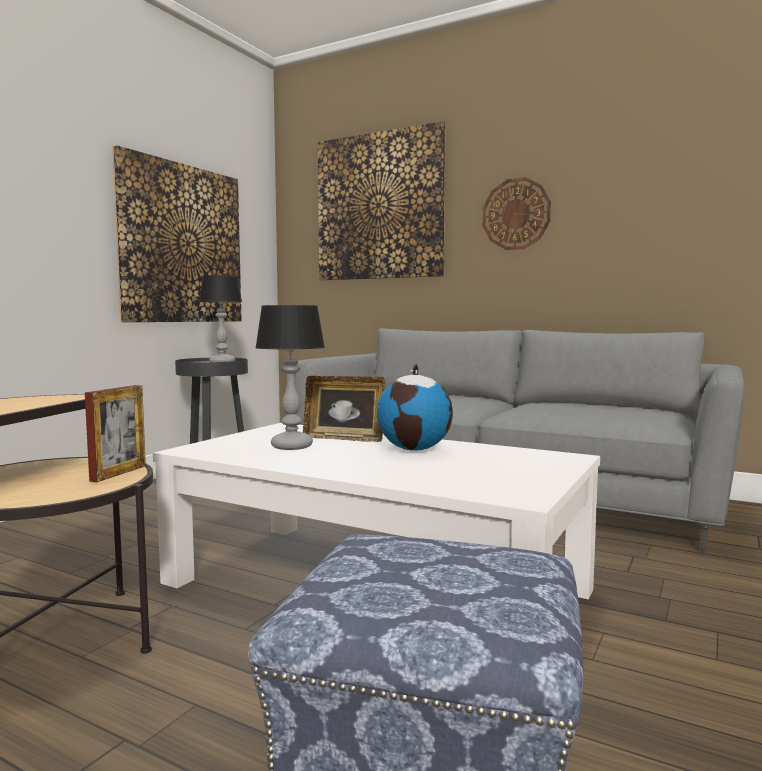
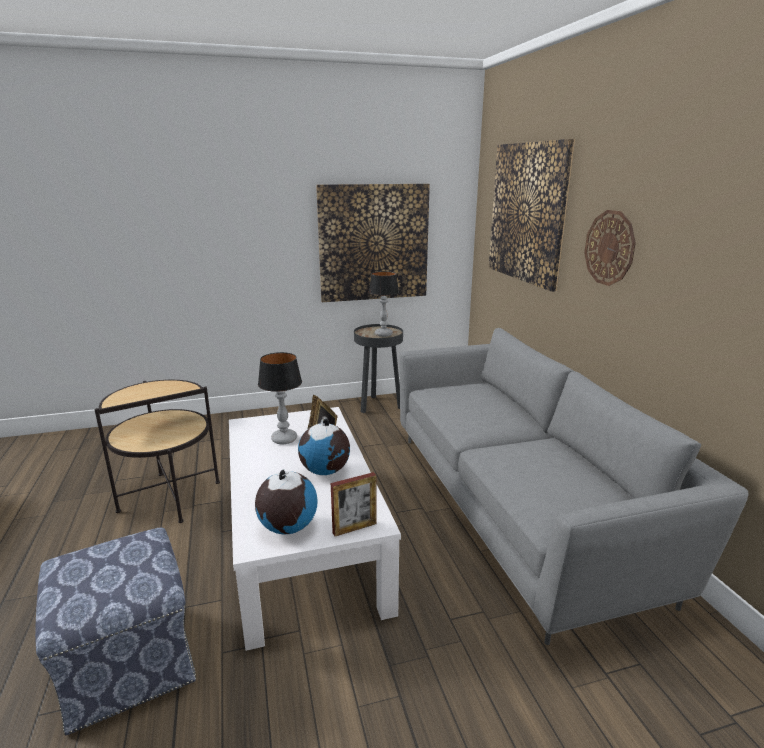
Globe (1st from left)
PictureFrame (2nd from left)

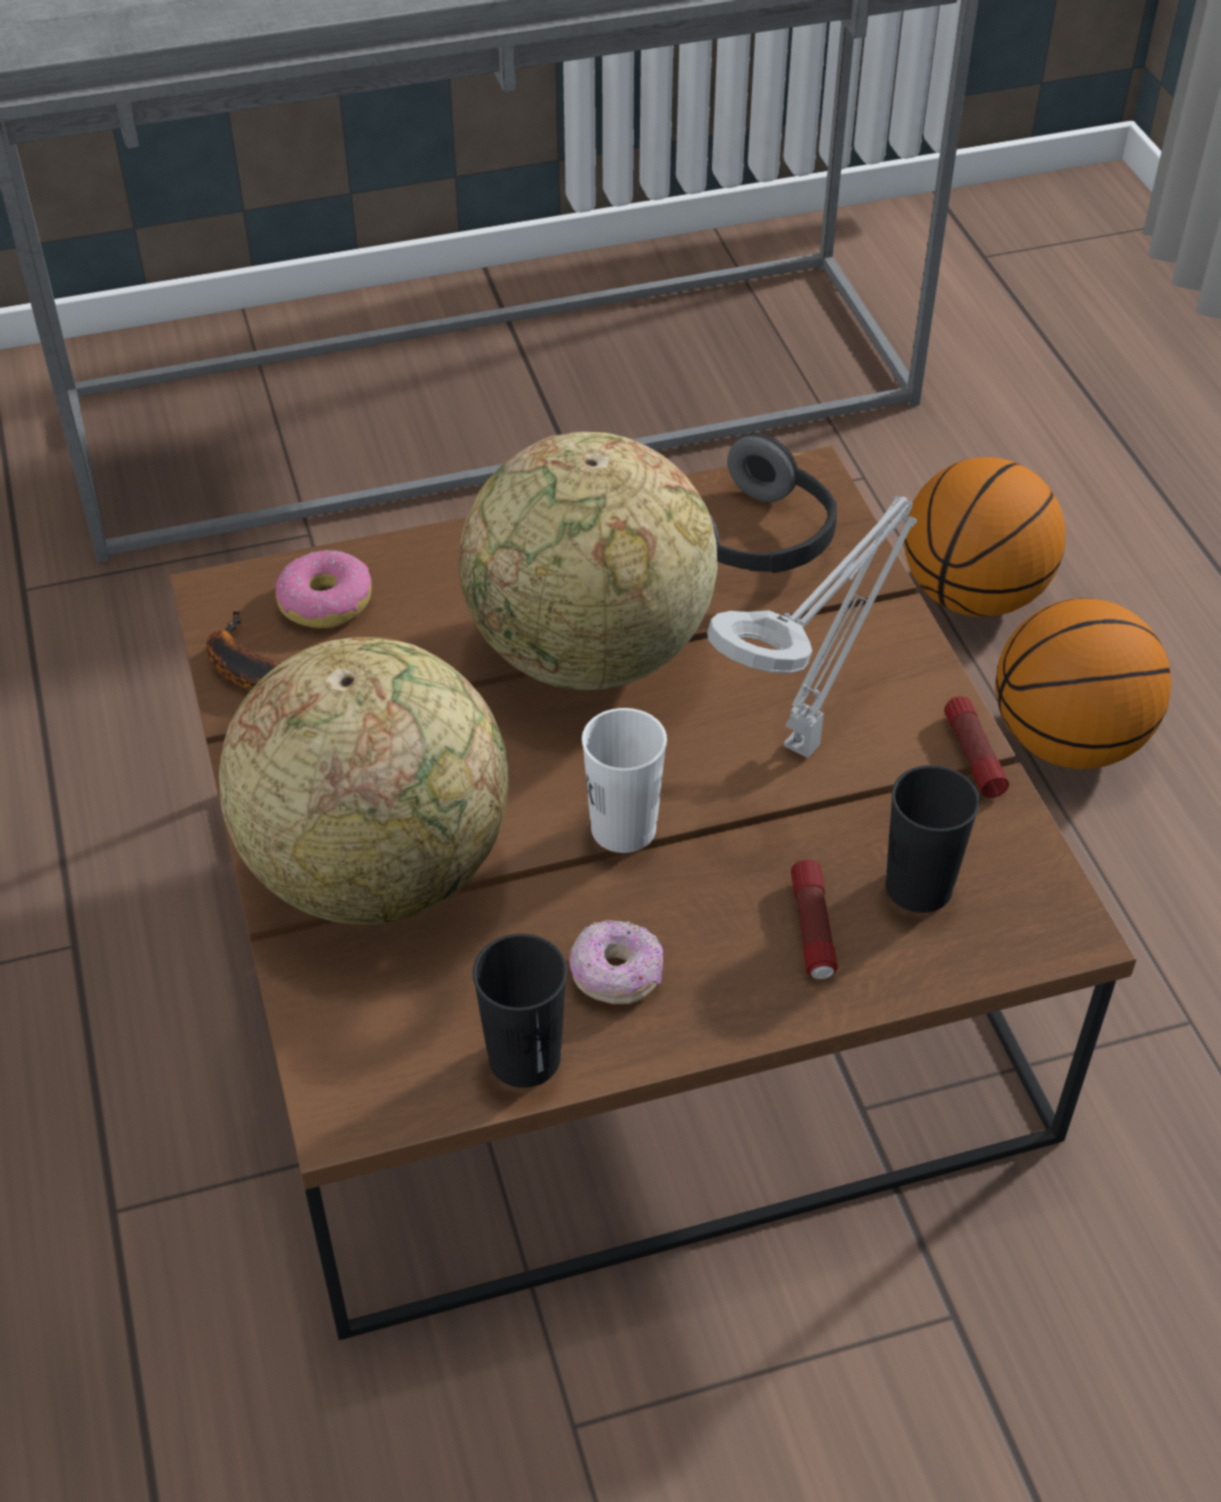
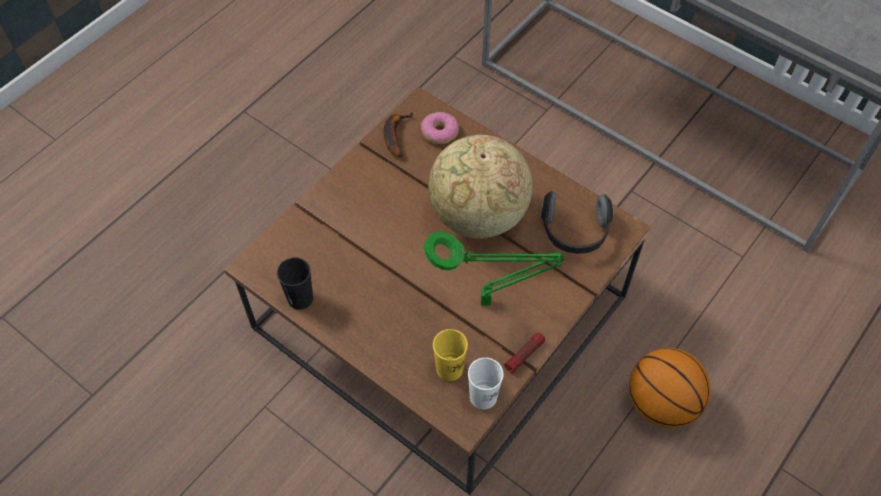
GreenTableLamp
YellowCup
WhiteCup
Globe (1st from left in the first image)
Donut (2nd from left in the first image)
Flashlight (1st from left in the first image)
Basketball (1st from left in the first image)

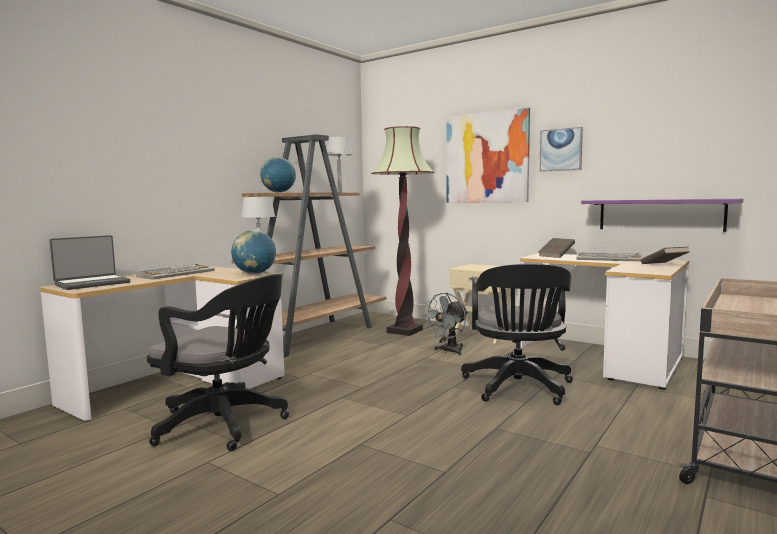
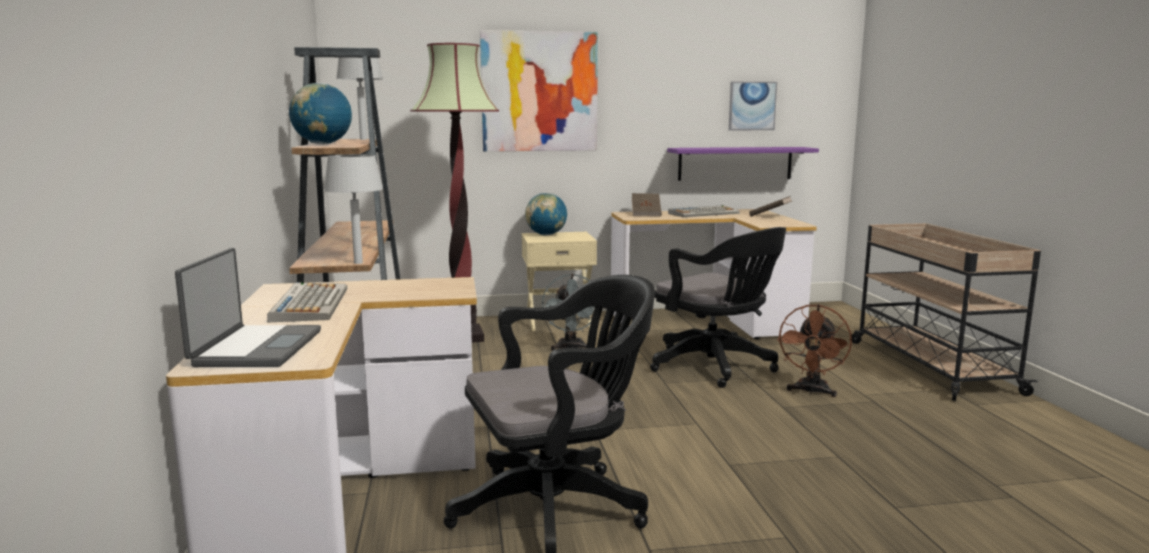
Globe (2nd from left)
Picture (2nd from left)
BrownFan

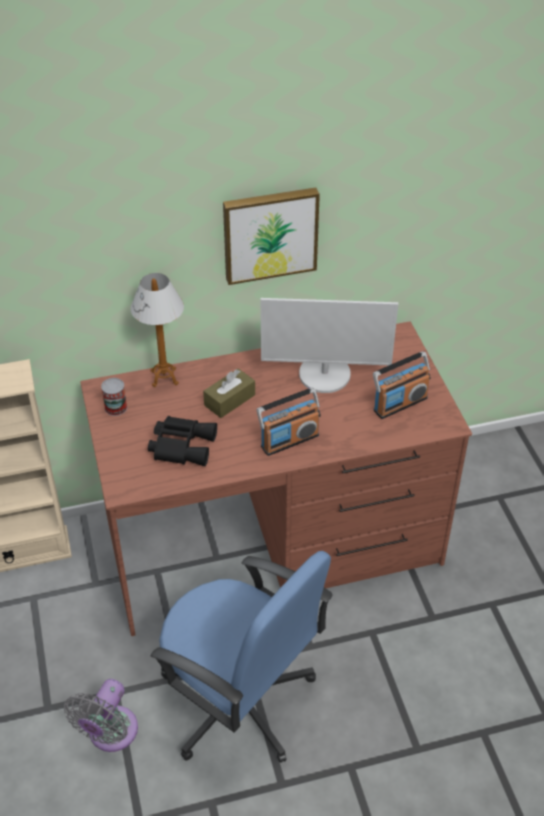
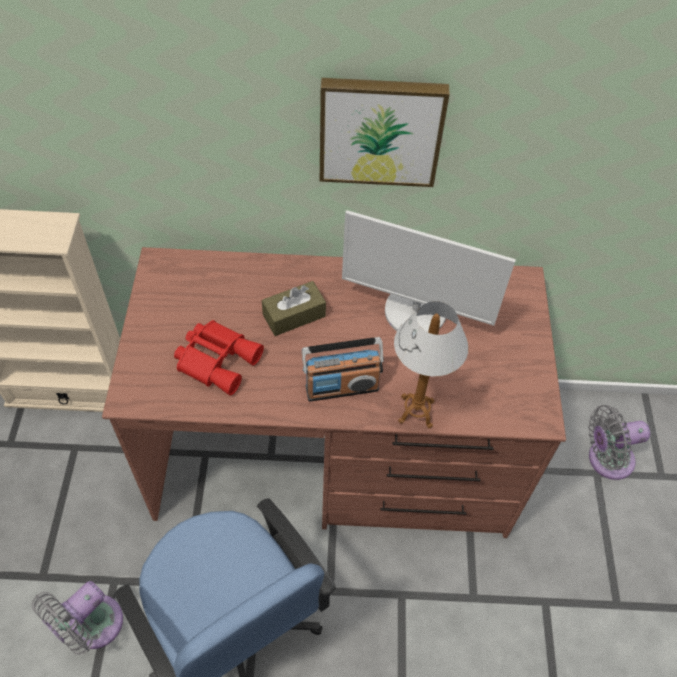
RedBinoculars
TableLamp
GreyFan (2nd from left)
Can
Radio (2nd from left in the first image)

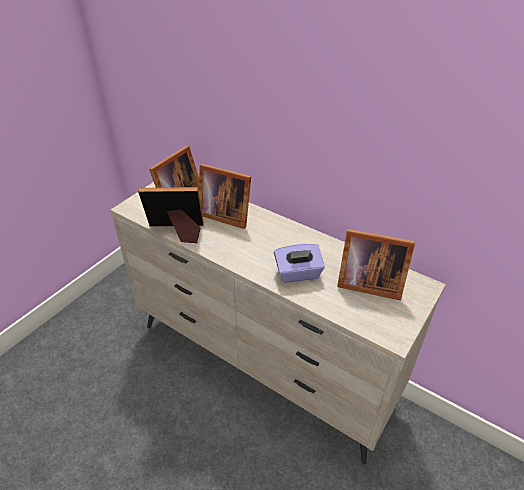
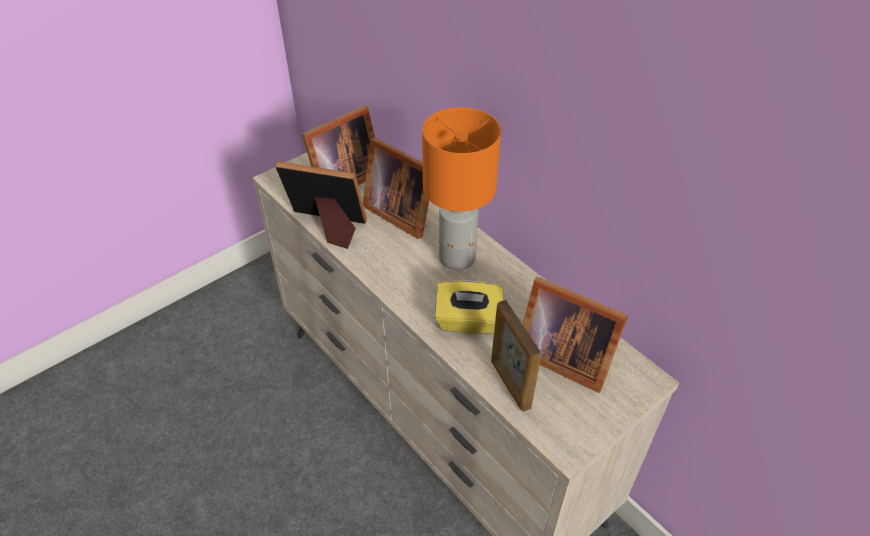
OrangeTableLamp
YellowTissueBox
PictureFrame (4th from left)

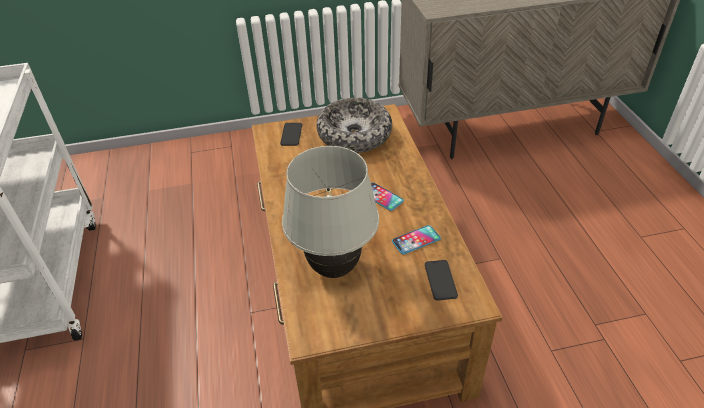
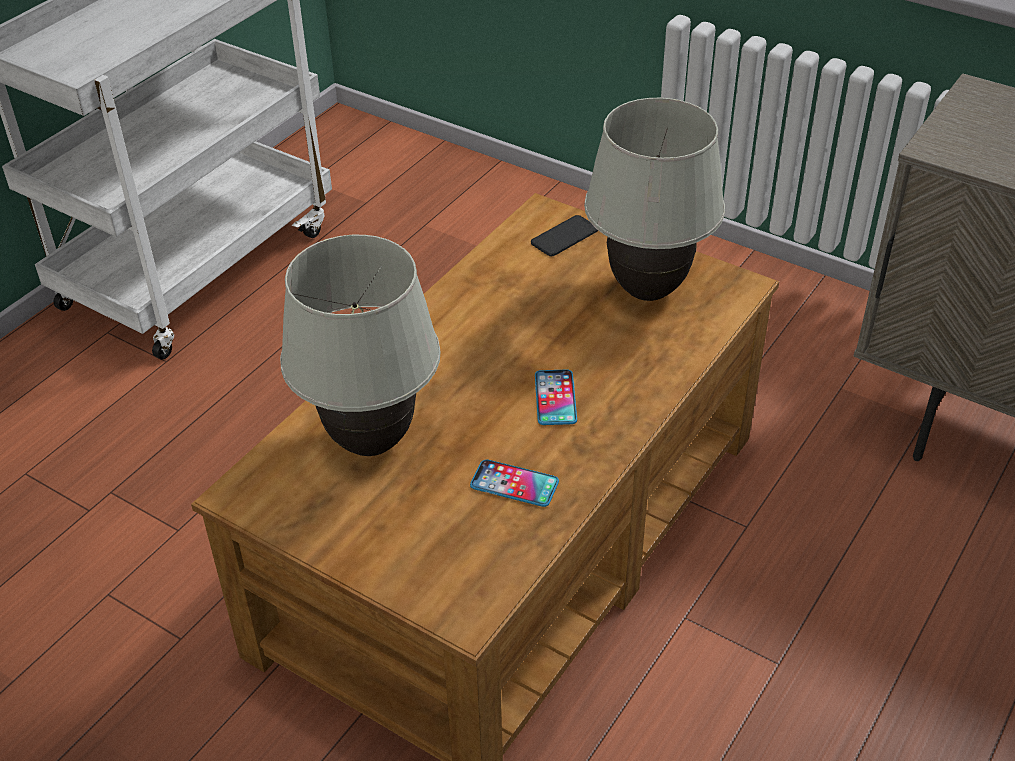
WhiteTableLamp (2nd from left)
Phone (4th from left in the first image)

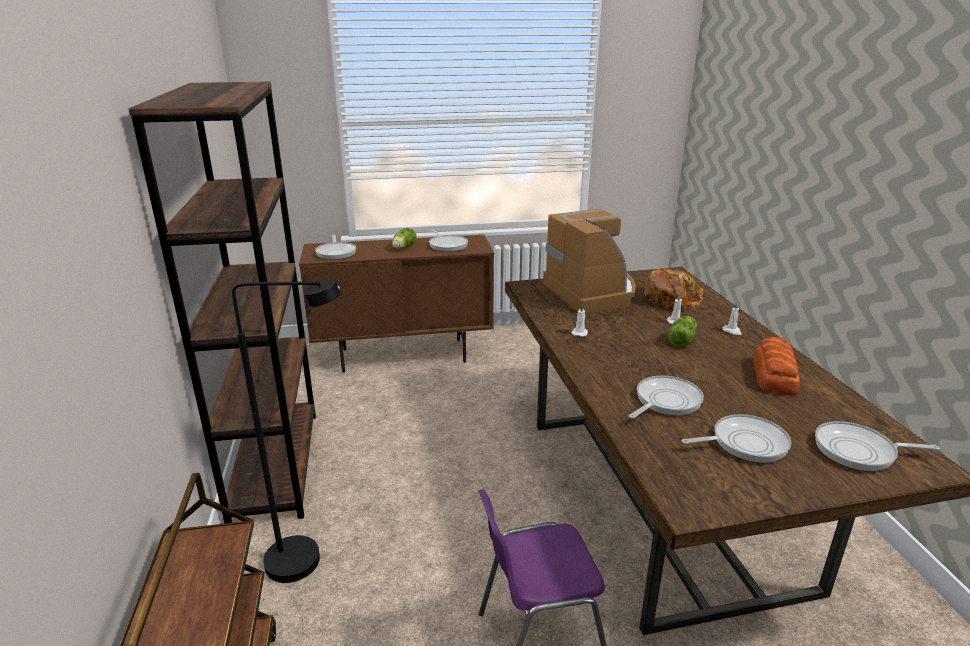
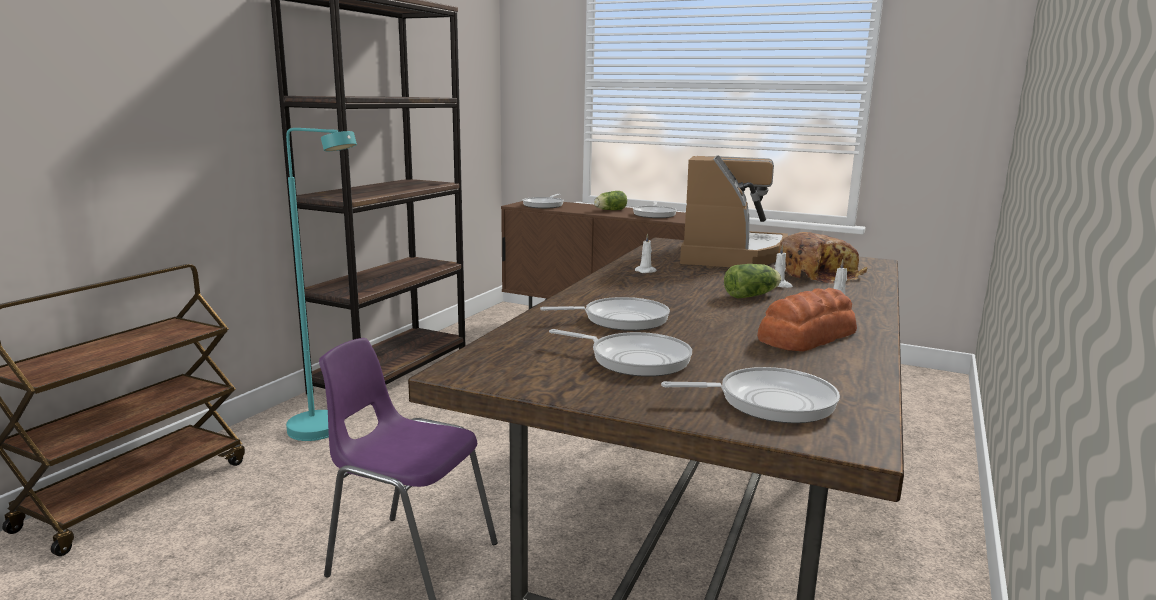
TurquoiseFloorLamp
FryingPan (5th from left)

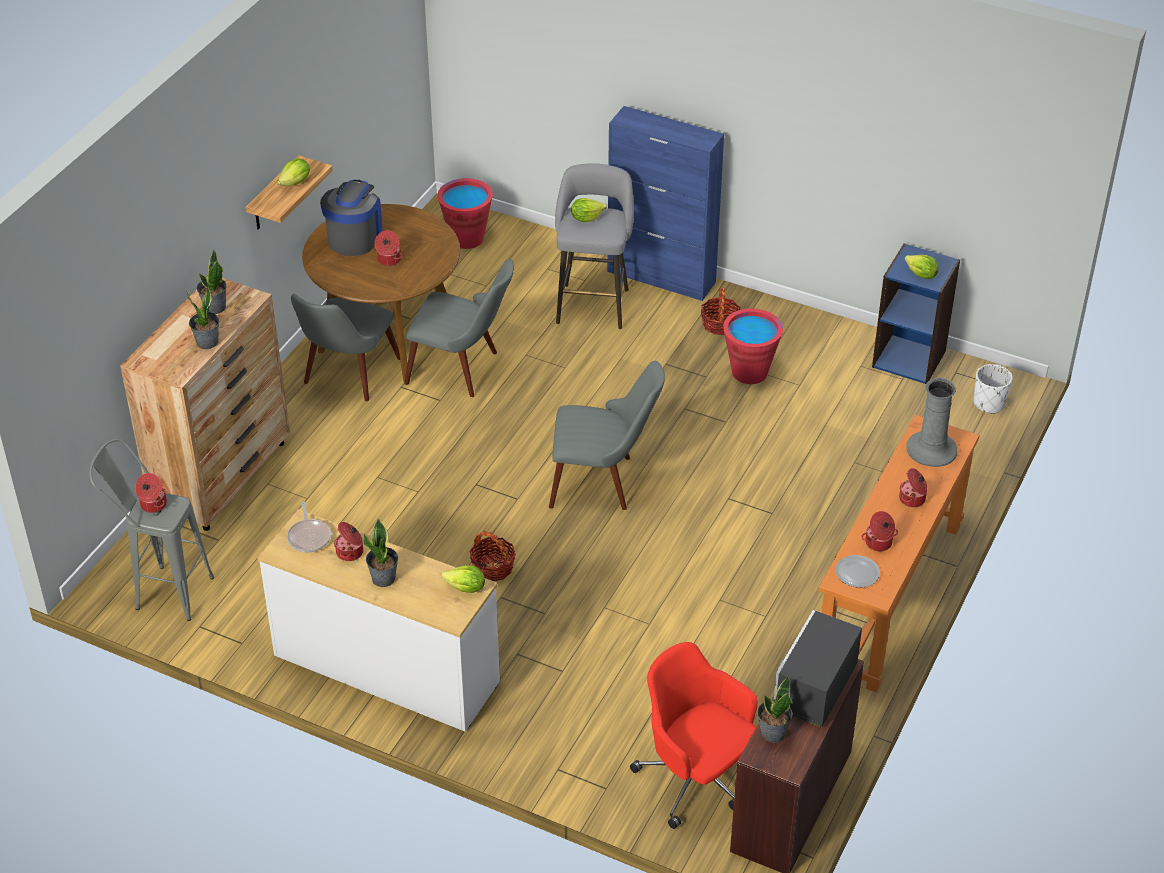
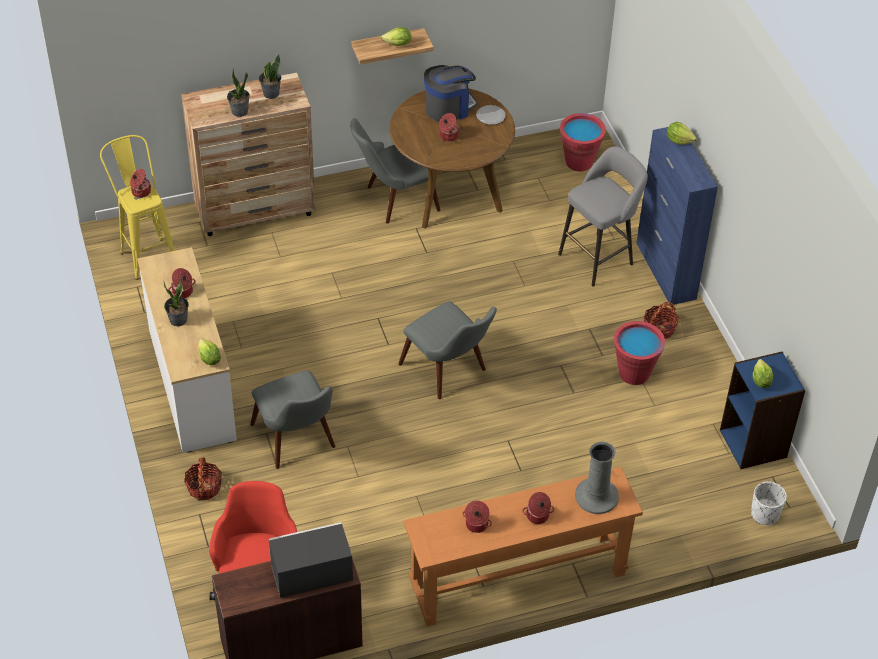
YellowStool
Basket (1st from left)
GreyChair (1st from left)
Plate
Lettuce (3rd from left)
FryingPan
PottedPlant (4th from left in the first image)

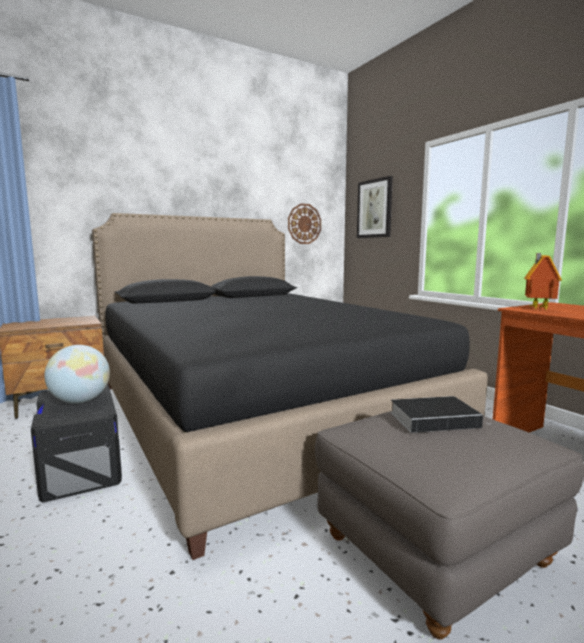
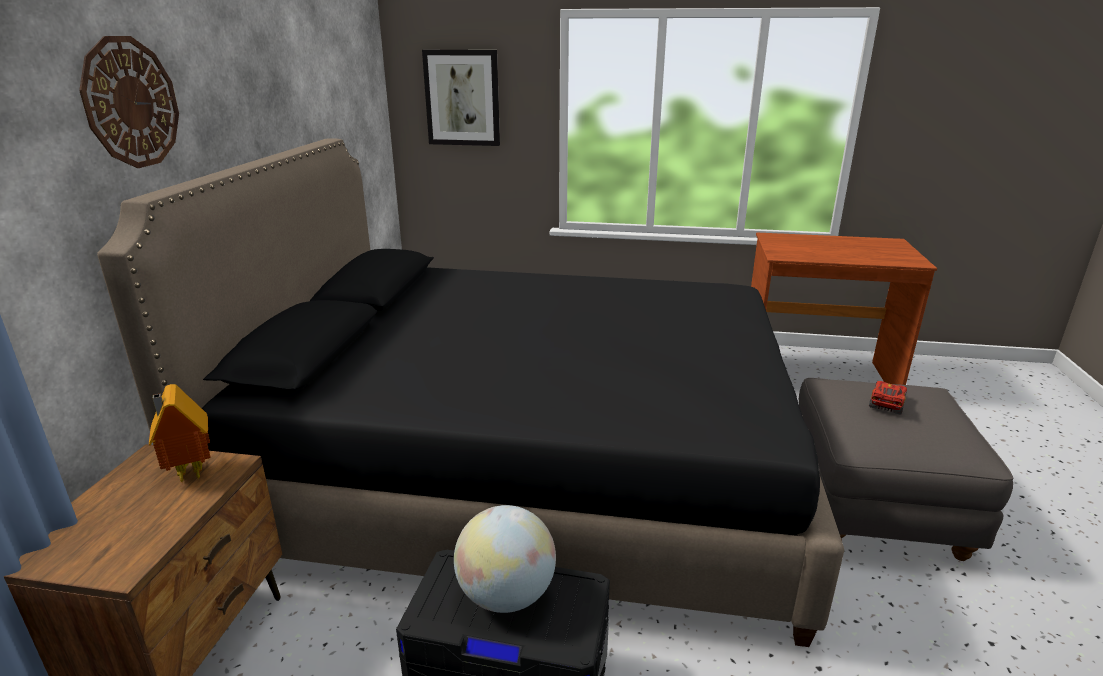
WallClock
ToyHouse
RedToyCar

